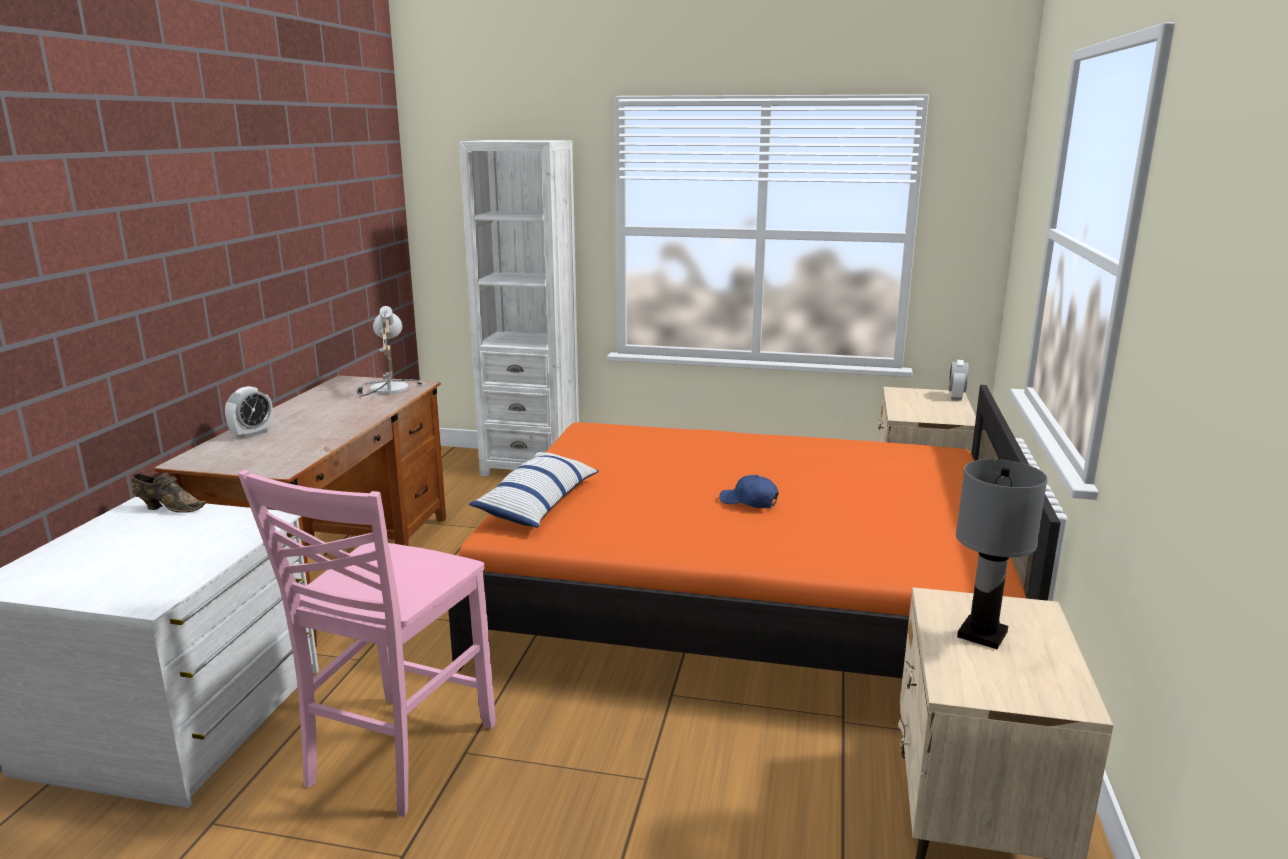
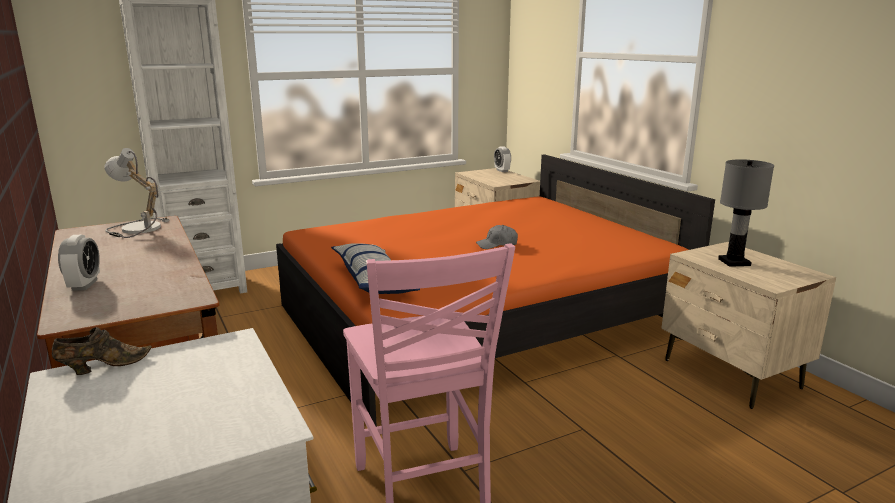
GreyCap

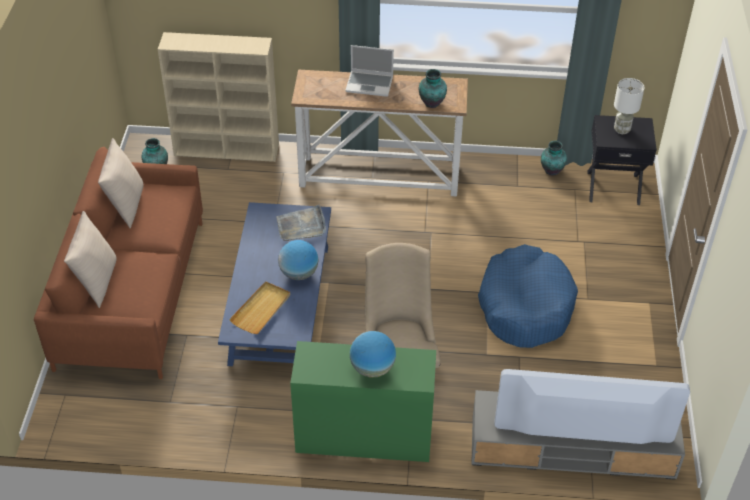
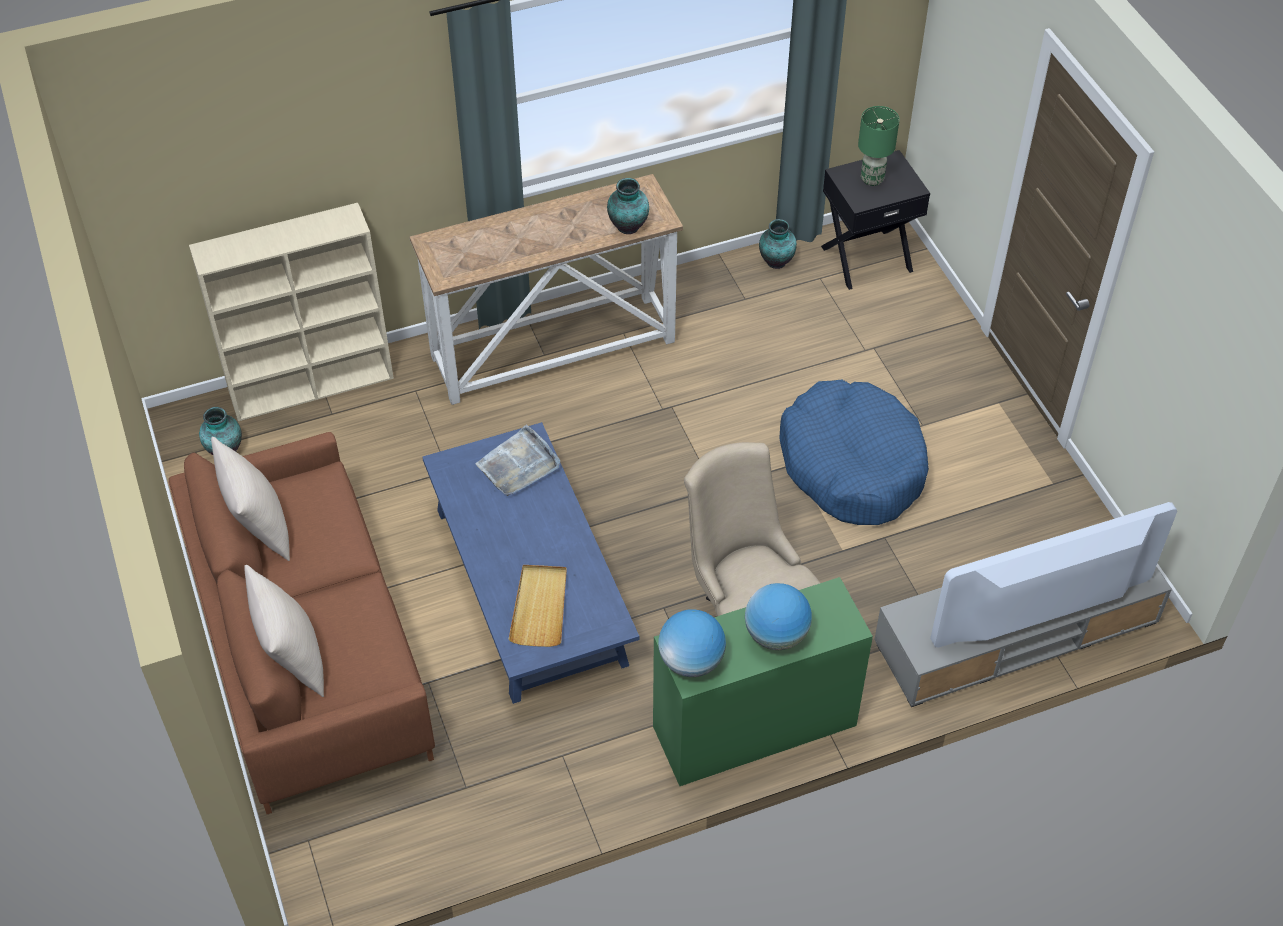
Globe (1st from left)
GreenTableLamp
Laptop

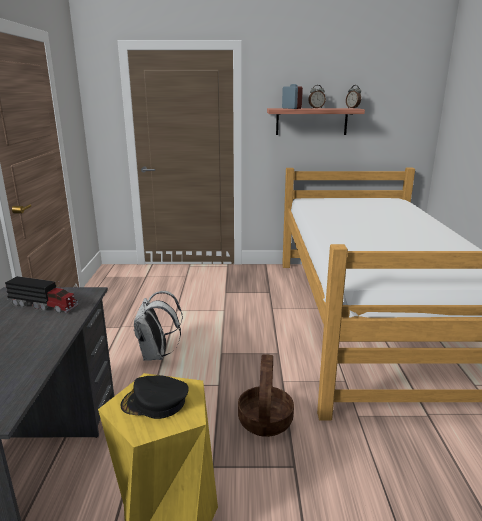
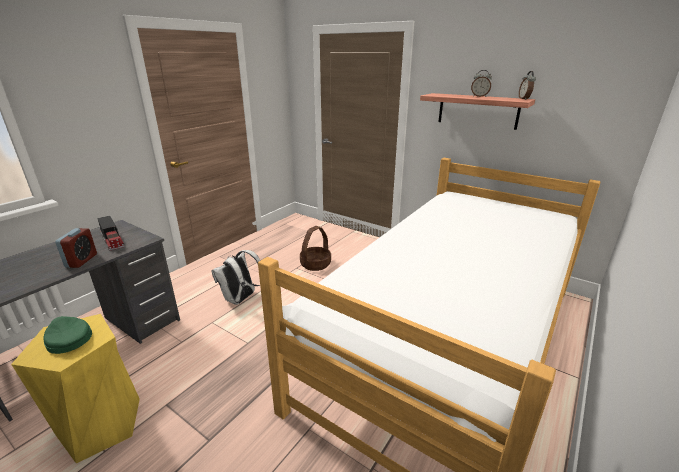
GreenCap
AlarmClock (1st from left)
Basket

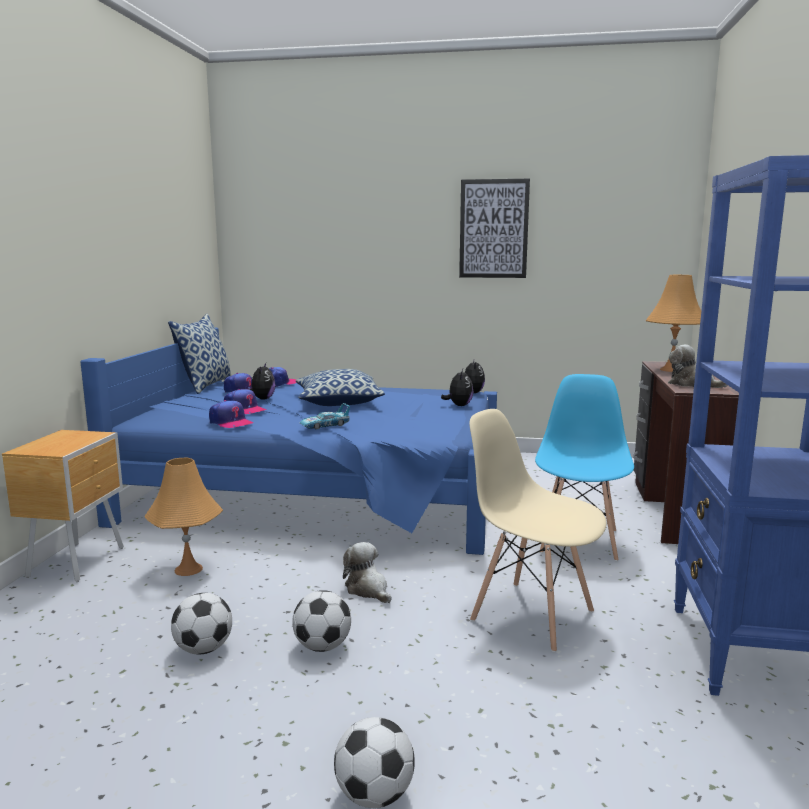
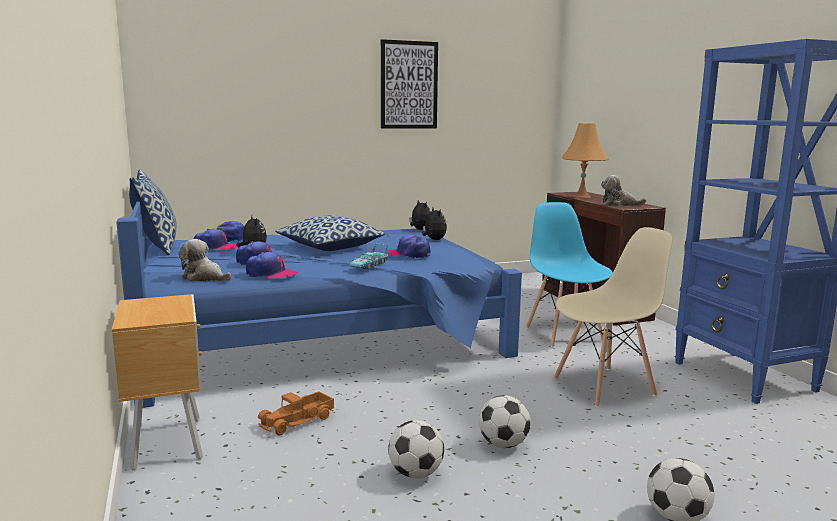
PlushToy (1st from left)
ToyTruck
Cap (5th from left)
BeigeChair

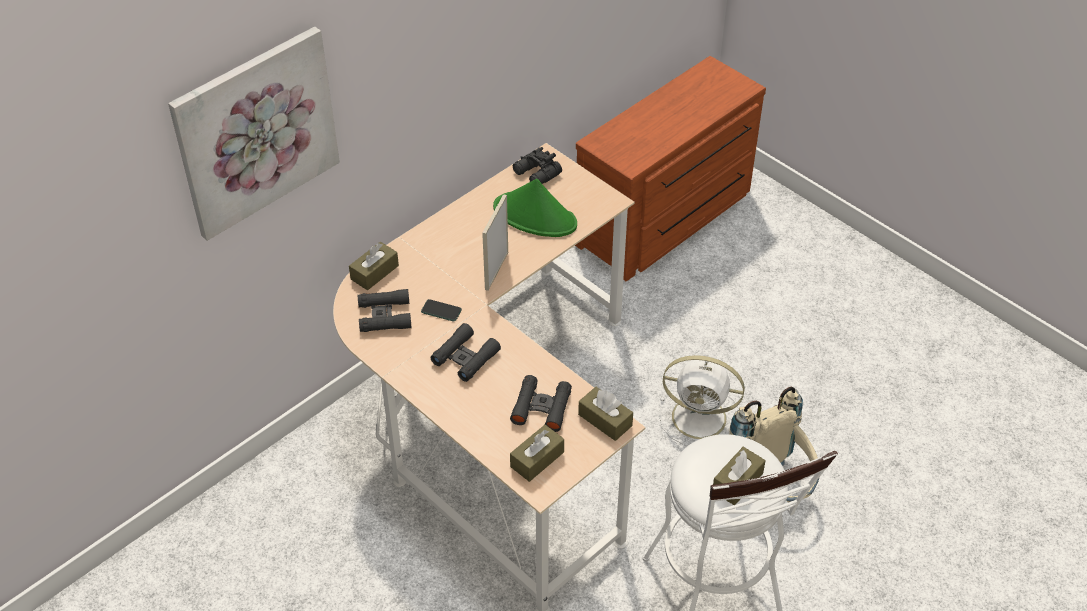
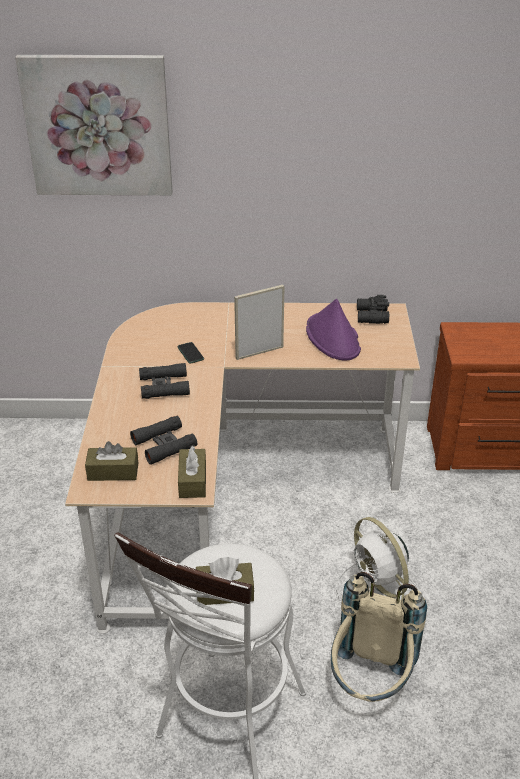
PurpleHat
BrownTissueBox (1st from left in the first image)
BlackBinoculars (1st from left in the first image)

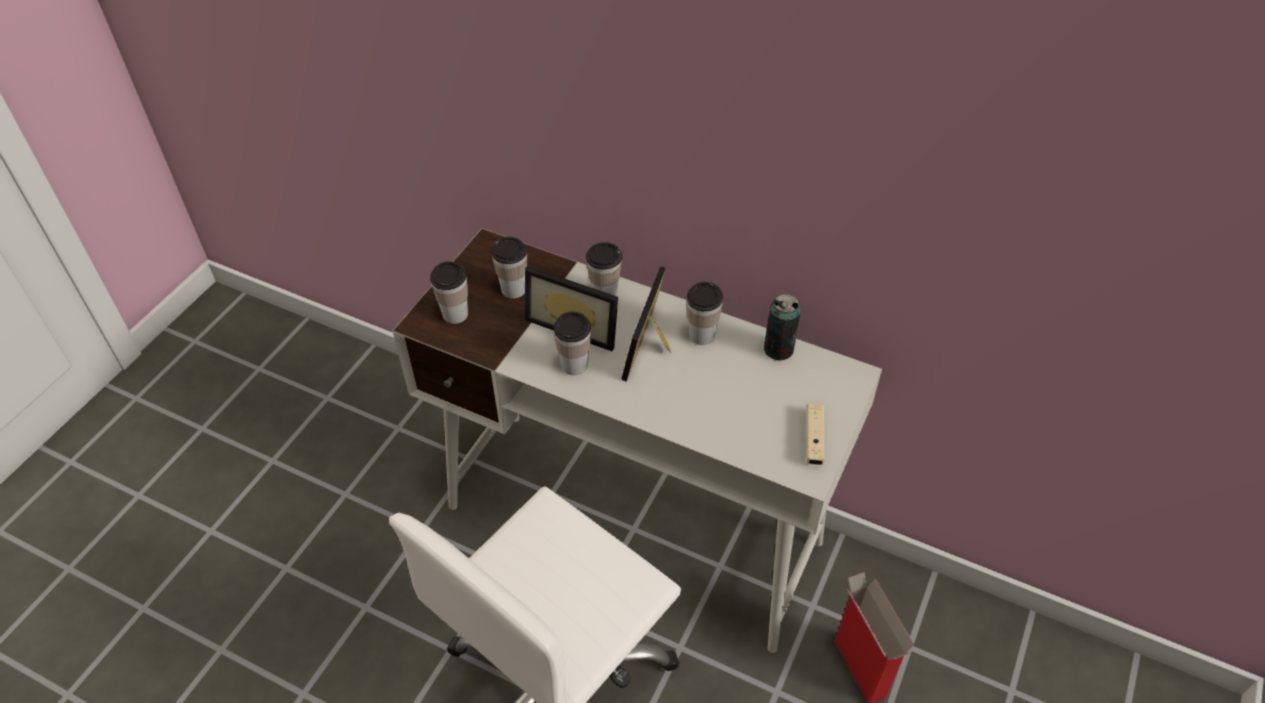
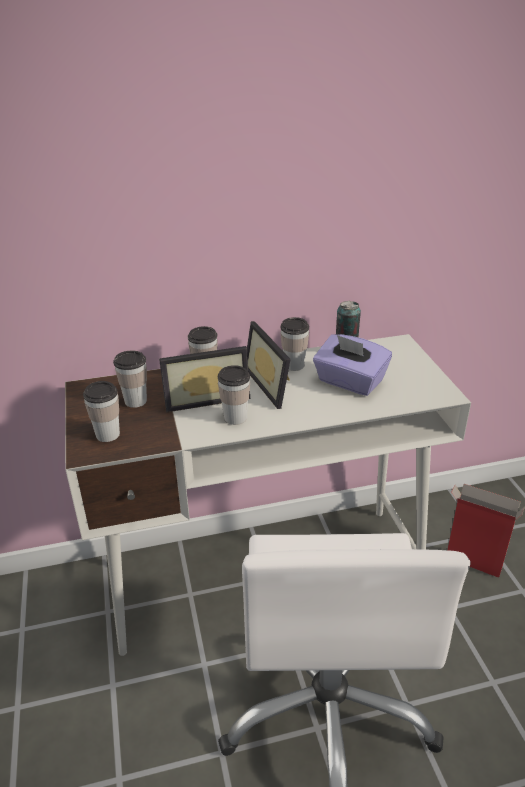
PurpleTissueBox
BeigeGameController

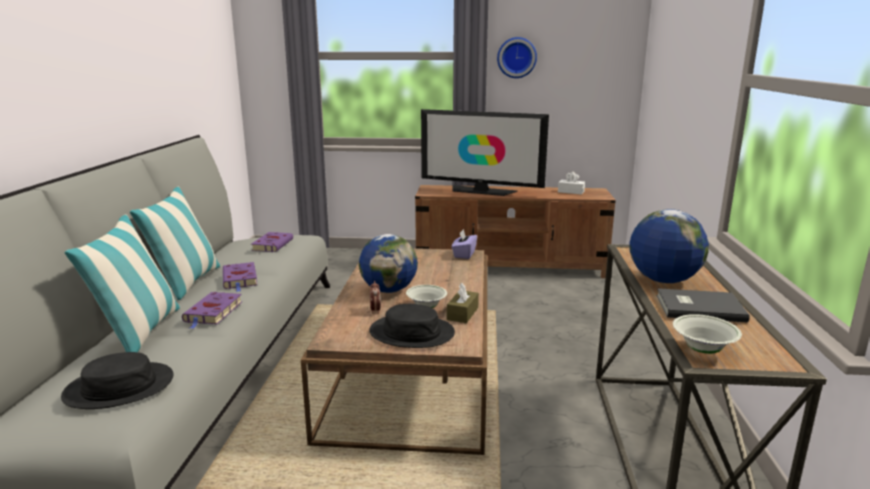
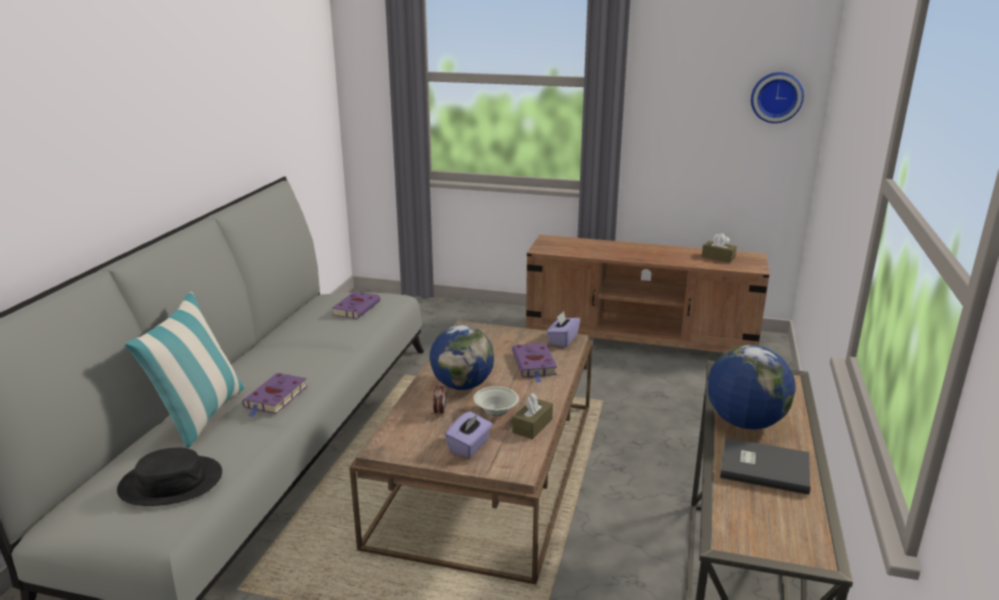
PurpleTissueBox (1st from left)
PurpleBook (3rd from left)
BrownTissueBox (2nd from left)
WallClock
Pillow (2nd from left in the first image)
Television
WhiteBowl (2nd from left in the first image)

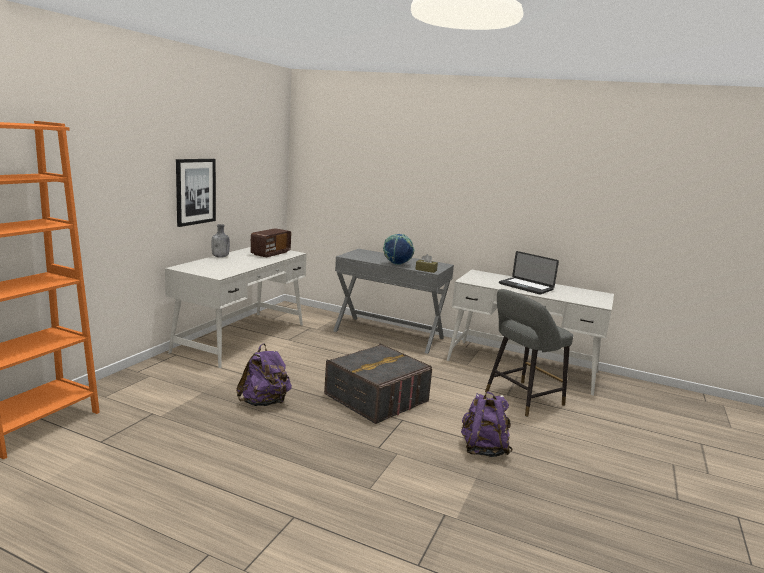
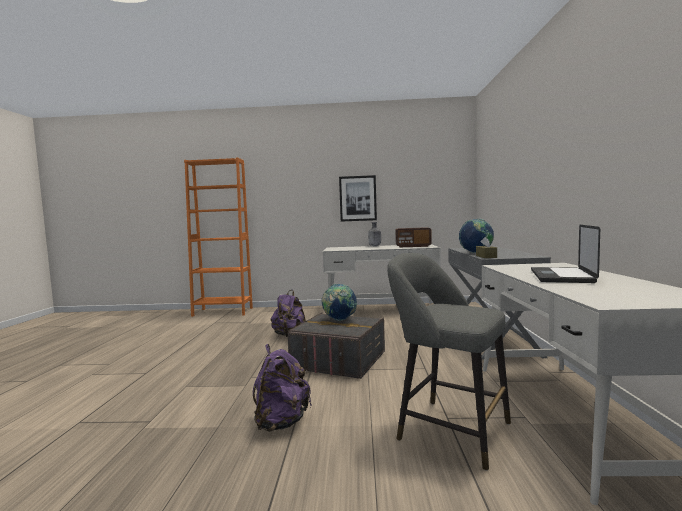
Globe (1st from left)

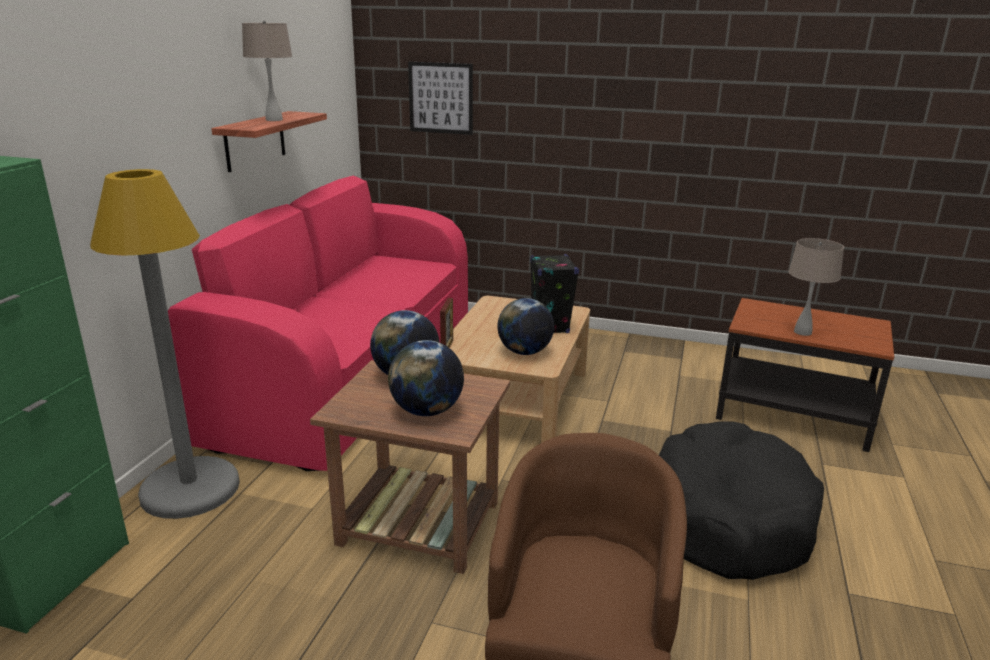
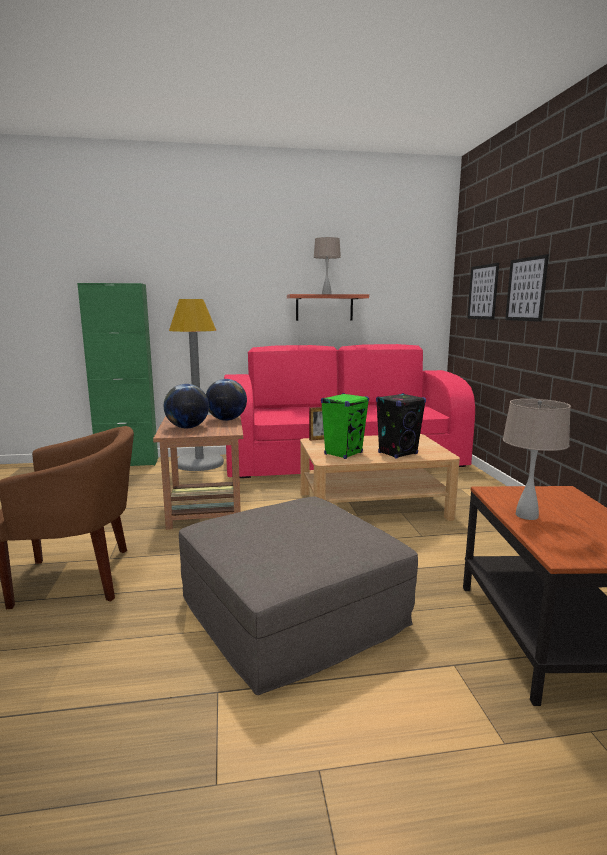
GreyOttoman
GreenSpeaker
Picture (2nd from left)

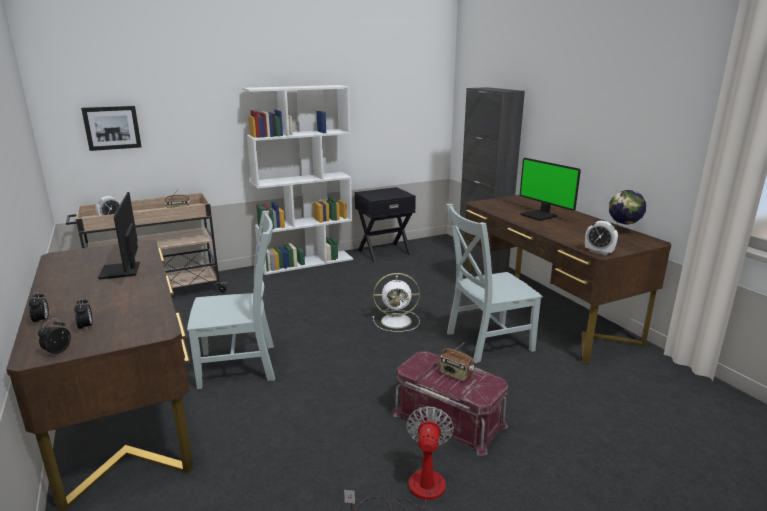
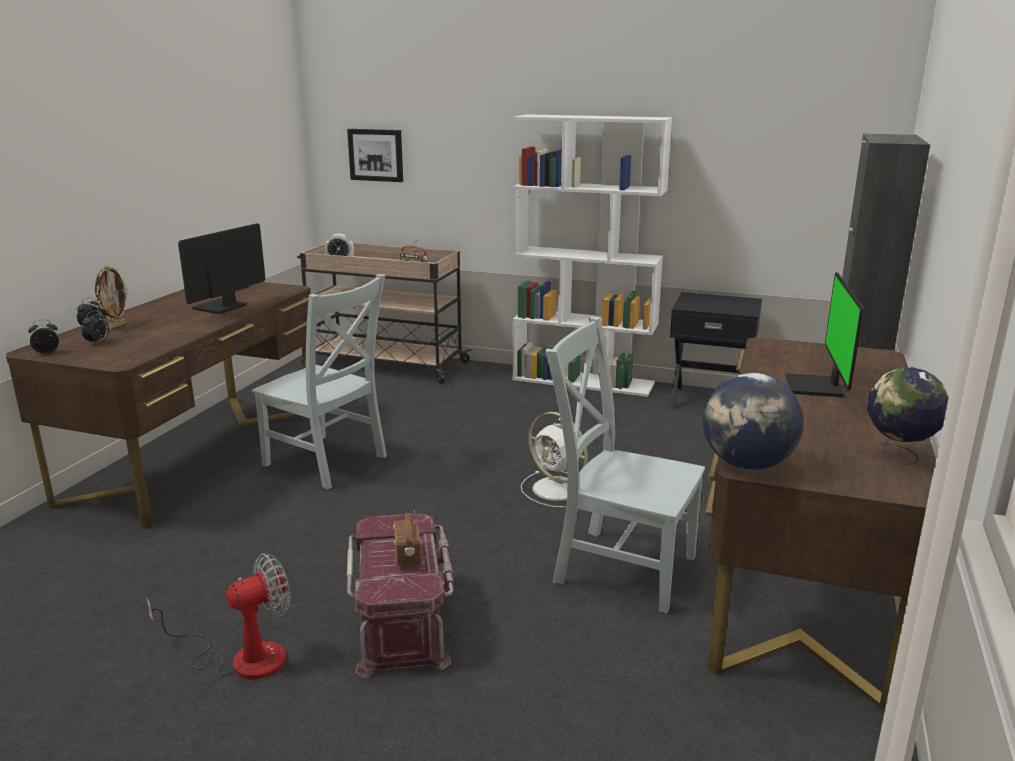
PictureFrame
Globe (1st from left)

